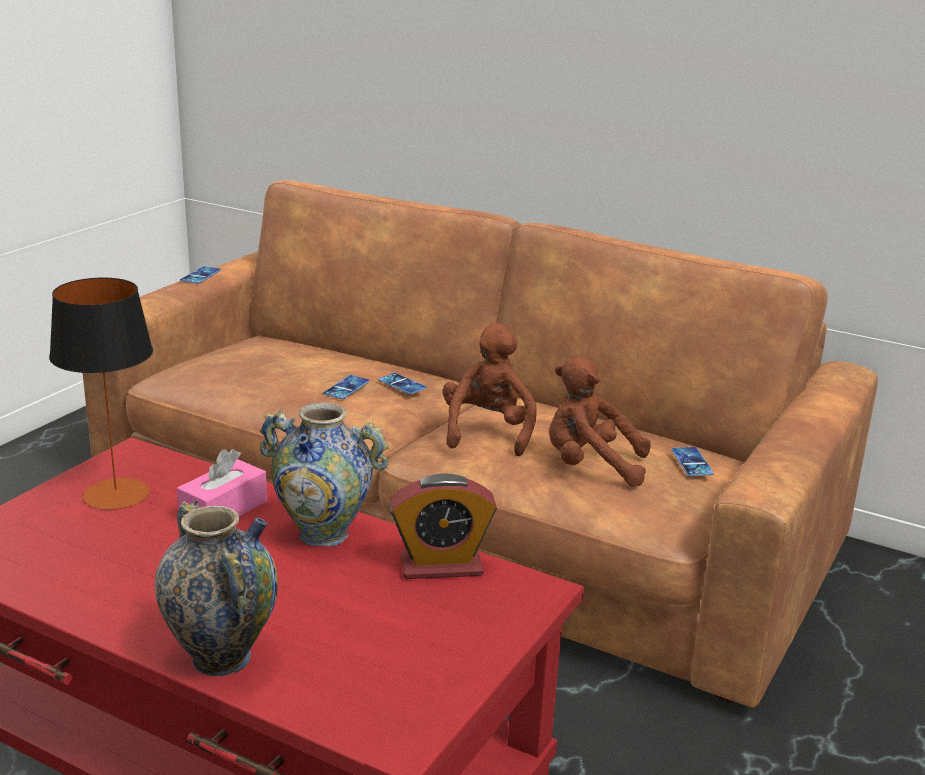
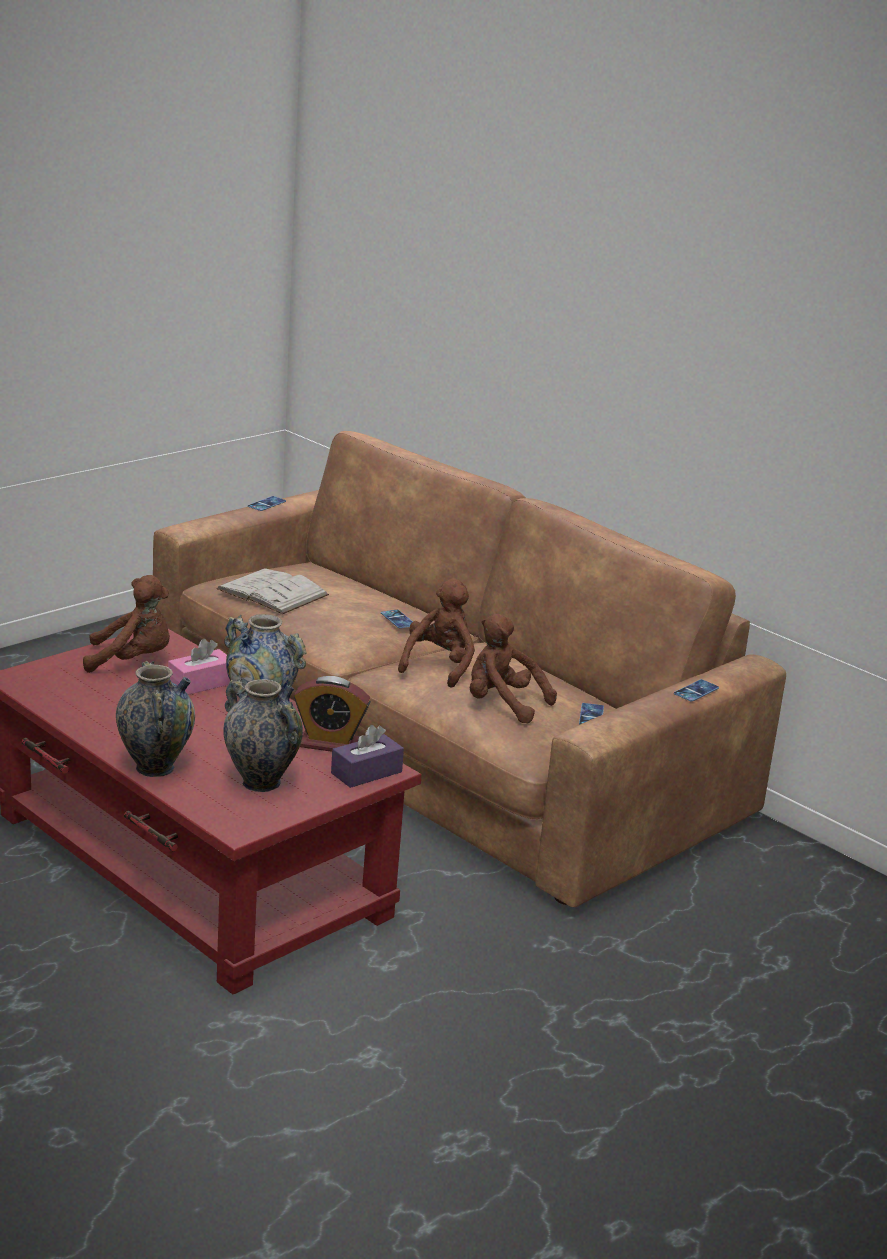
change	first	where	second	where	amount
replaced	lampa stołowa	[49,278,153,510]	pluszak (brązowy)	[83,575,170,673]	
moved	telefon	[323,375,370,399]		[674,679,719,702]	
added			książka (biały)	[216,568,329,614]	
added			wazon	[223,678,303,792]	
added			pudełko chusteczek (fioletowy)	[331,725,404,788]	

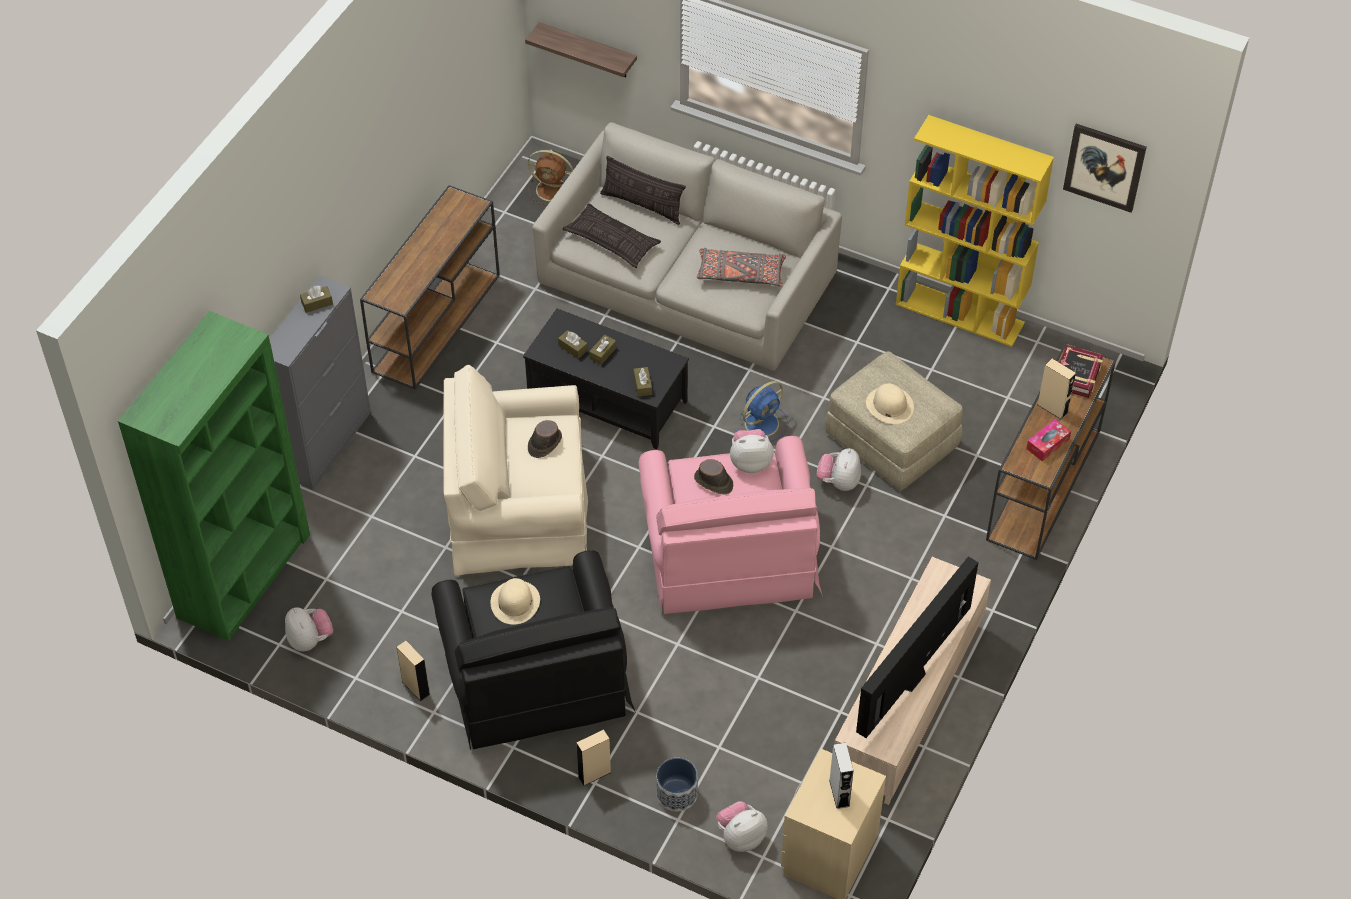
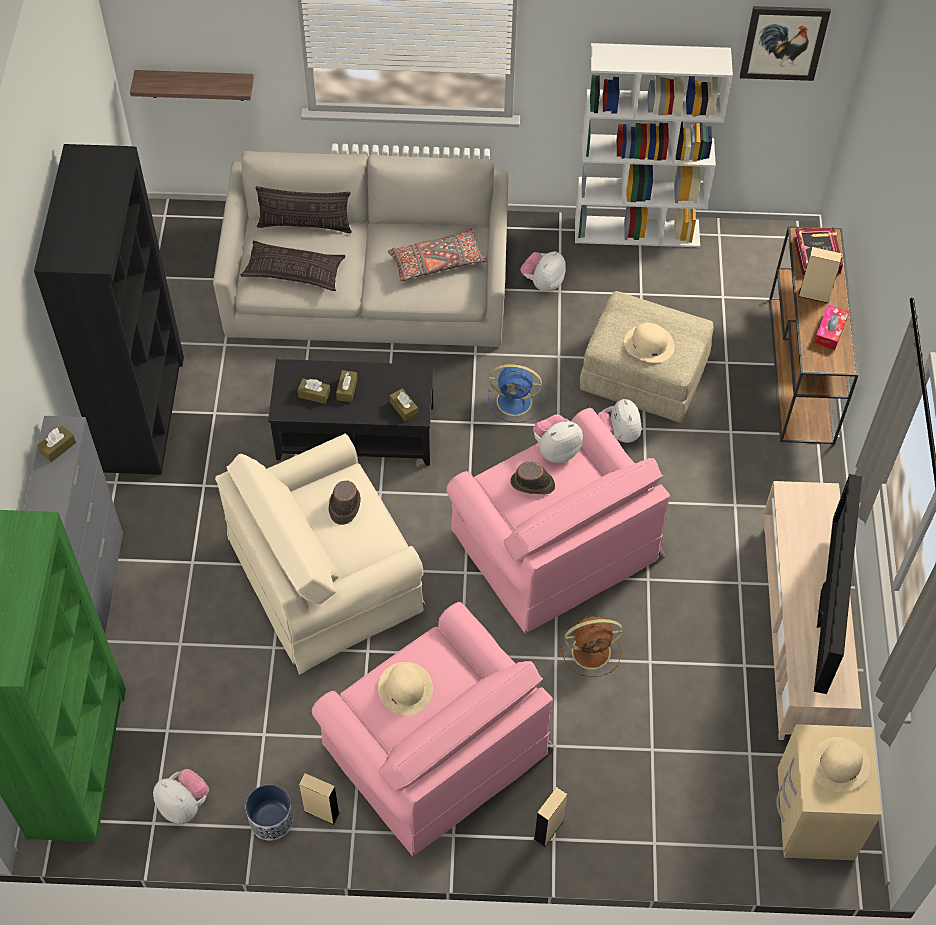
change	first	where	second	where	amount
replaced	stolik konsolowy (brązowy)	[360,185,500,390]	regał (czarny)	[34,144,184,475]	
recoloured	fotel (czarny)	[431,550,636,750]	fotel (różowy)	[312,602,555,856]	
moved	wentylator (brązowy)	[528,150,573,206]		[560,615,623,677]	
moved	donica	[656,758,698,811]		[246,784,293,841]	
moved	pluszak	[716,801,767,852]		[521,251,566,292]	
turned	wentylator (niebieski)	[736,381,788,442]		[488,364,542,423]	75 degrees clockwise
replaced	głośnik (szary)	[829,743,854,809]	kapelusz (beżowy)	[810,737,870,792]	
recoloured	regał (żółty)	[896,115,1054,347]	regał (biały)	[575,43,733,247]	

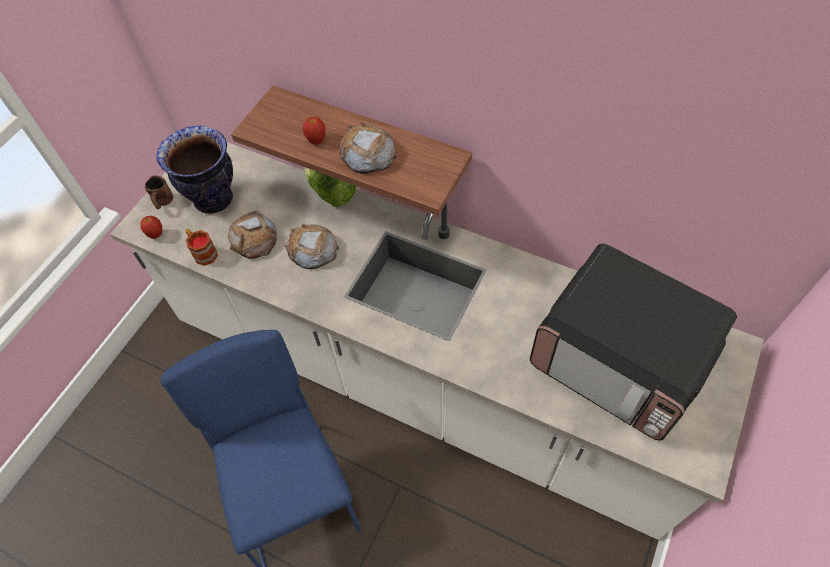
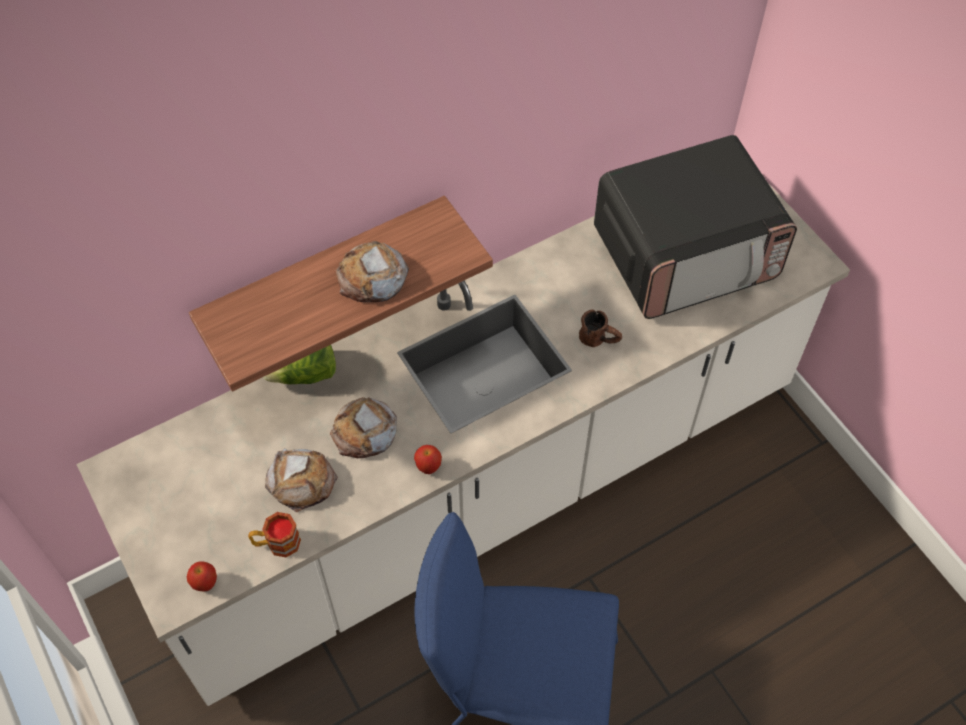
change	first	where	second	where	amount
moved	kubek (brązowy)	[145,175,173,210]		[579,310,622,347]	
removed	wazon	[157,126,233,214]			
moved	jabłko	[303,117,326,144]		[414,445,442,474]	

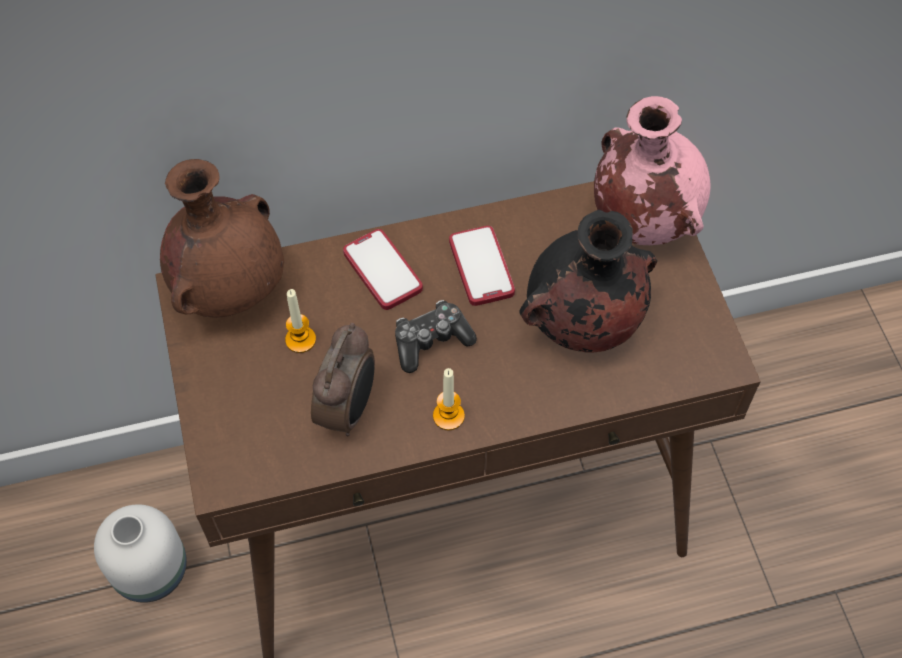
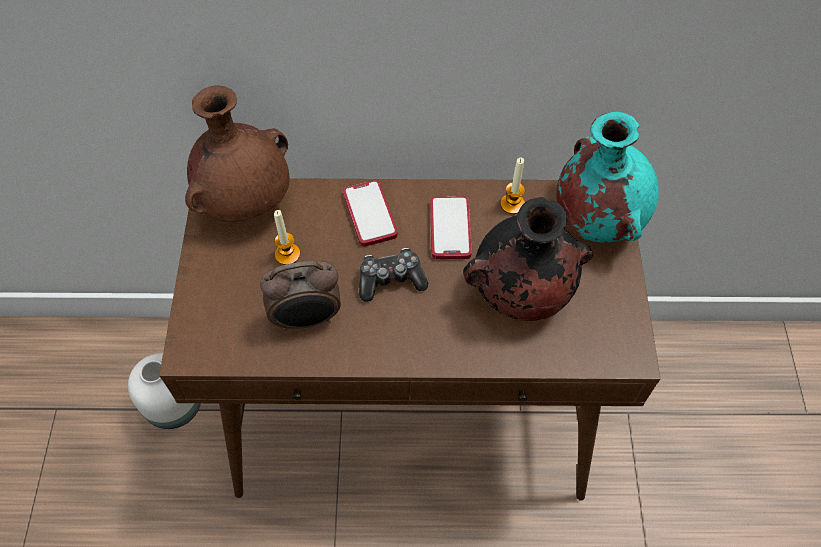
change	first	where	second	where	amount
turned	budzik	[311,323,375,436]		[260,261,341,331]	45 degrees clockwise
moved	świeca	[433,368,465,430]		[500,157,525,214]	
recoloured	wazon (różowy)	[594,96,710,245]	wazon (turkusowy)	[556,112,659,243]	

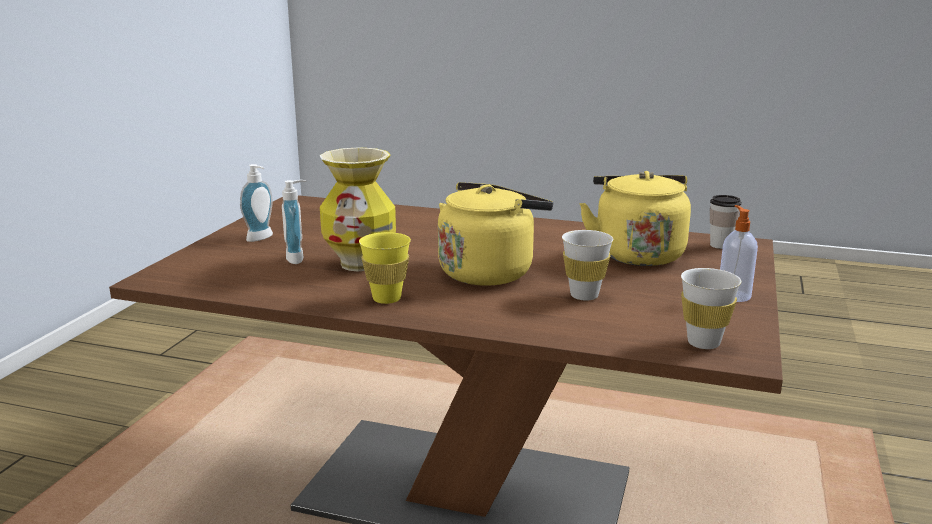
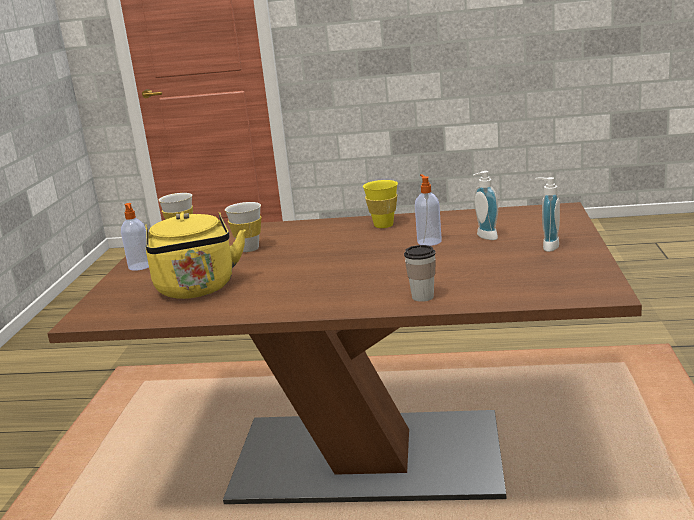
change	first	where	second	where	amount
replaced	wazon	[319,147,396,271]	dozownik mydła	[415,174,442,246]	
removed	czajnik (żółty)	[438,182,553,286]			
moved	filiżanka	[710,195,742,249]		[404,245,436,302]	

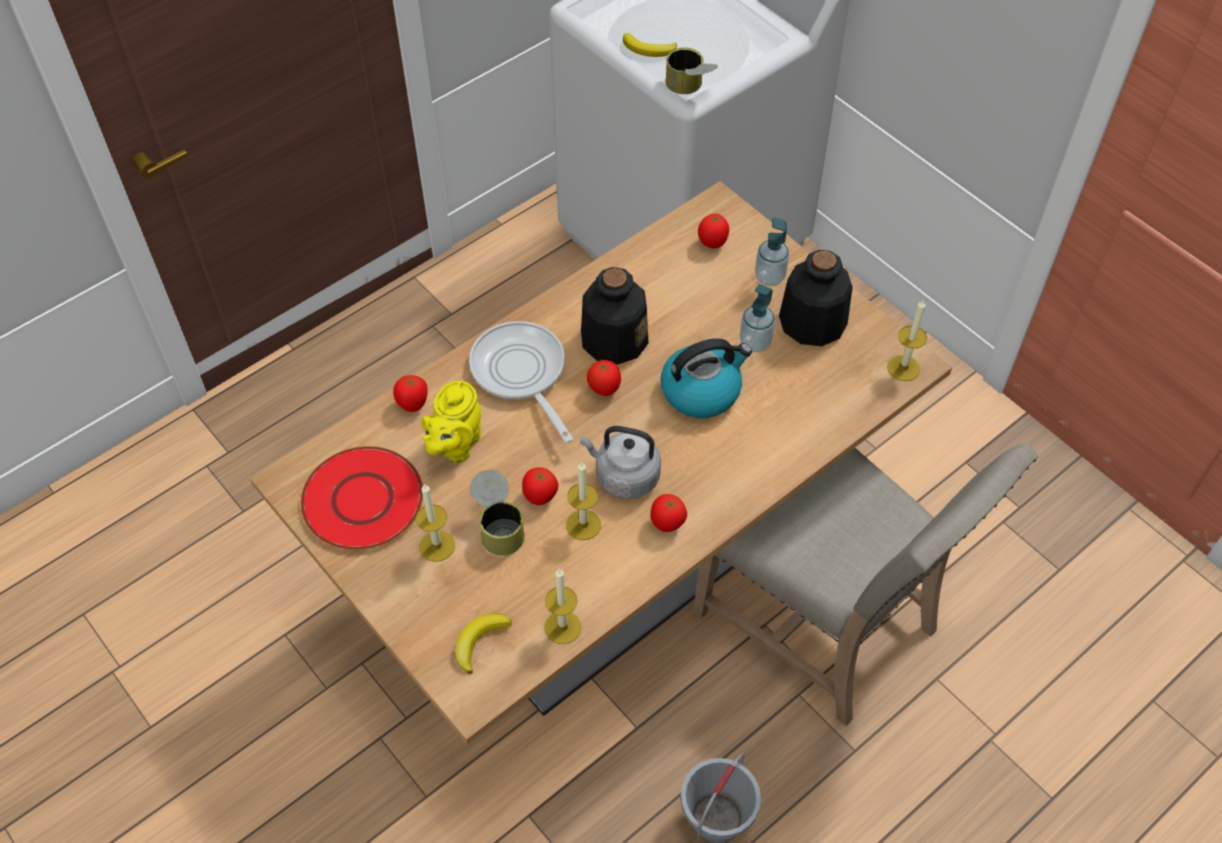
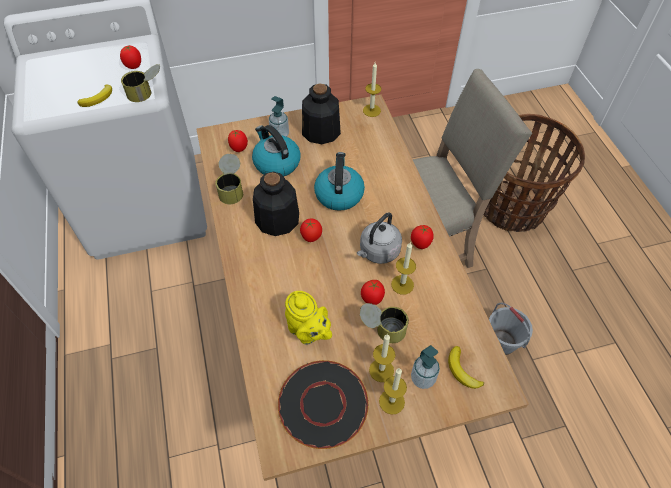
change	first	where	second	where	amount
recoloured	talerz (czerwony)	[301,446,423,550]	talerz (czarny)	[278,360,369,449]	
moved	pomidor	[393,375,428,412]		[120,46,141,69]	
removed	patelnia	[469,321,573,443]			
moved	świeca	[544,568,581,644]		[379,368,407,415]	
moved	dozownik mydła	[740,284,775,352]		[411,345,440,389]	
added			puszka	[215,154,243,204]	
added			czajnik	[252,125,301,177]	
added			koszyk	[484,114,585,232]	

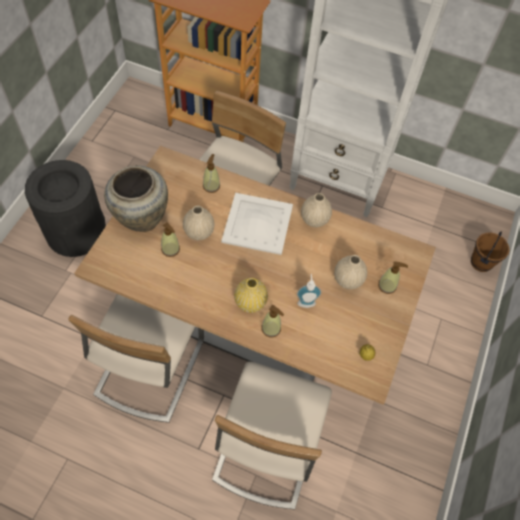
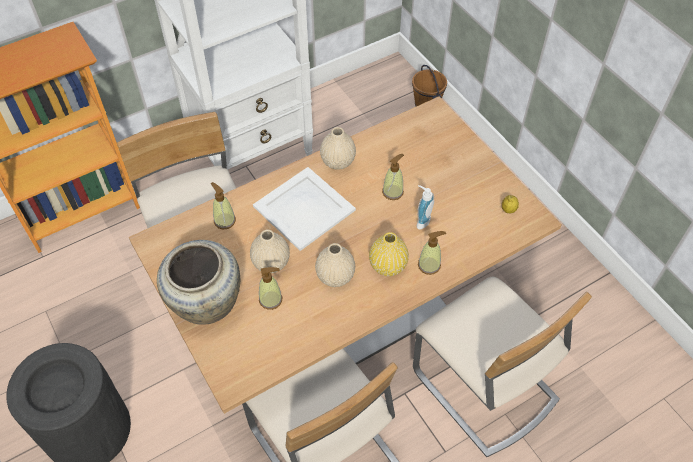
change	first	where	second	where	amount
moved	wazon (beżowy)	[334,255,367,289]		[315,243,355,287]	
moved	dozownik mydła	[378,261,408,294]		[382,154,404,200]	

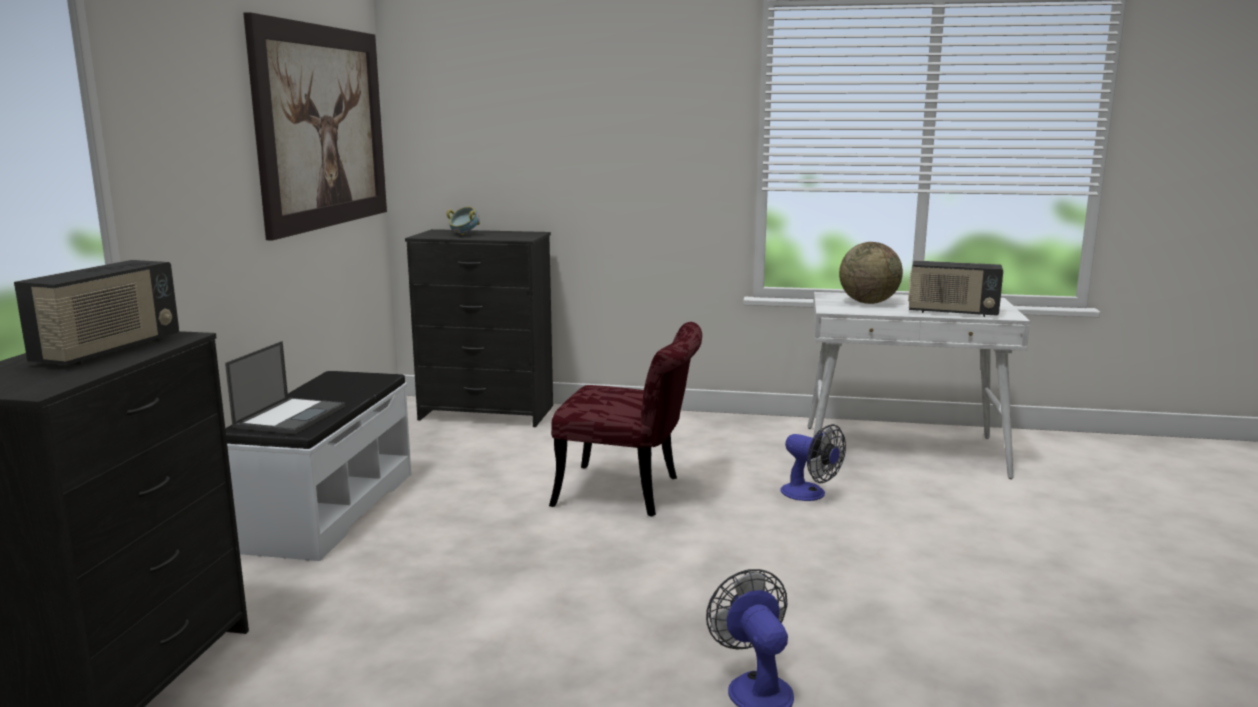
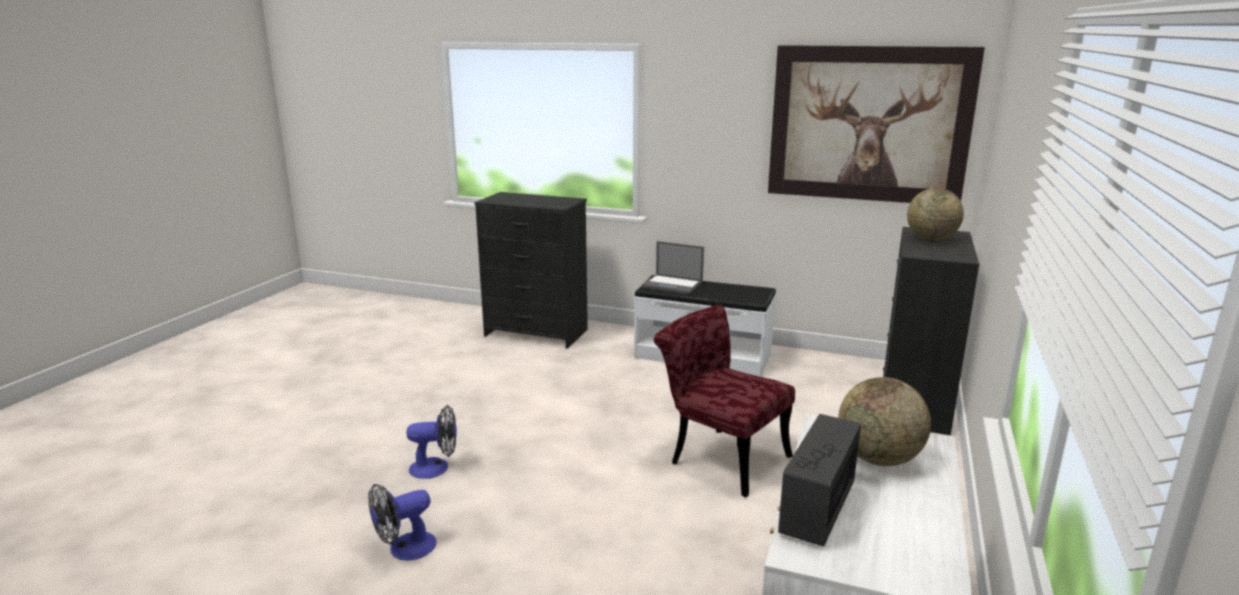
change	first	where	second	where	amount
removed	radio	[14,260,179,365]			
replaced	miska	[446,207,480,236]	globus	[907,188,964,241]	
turned	krzesło (czerwony)	[549,322,702,516]		[654,305,795,498]	105 degrees clockwise
moved	wentylator	[780,424,846,501]		[368,484,437,560]	

